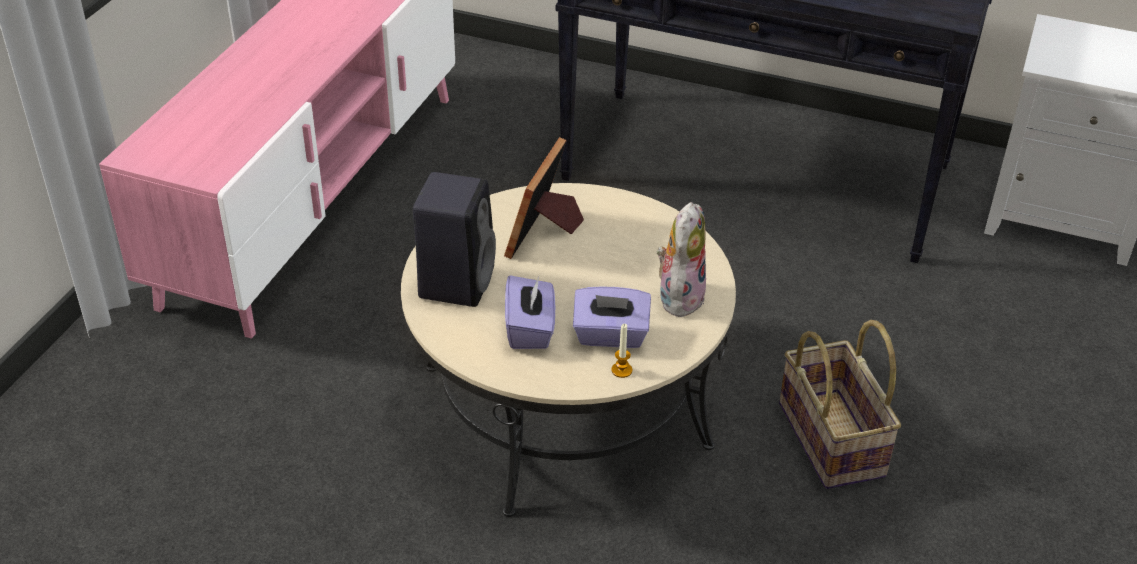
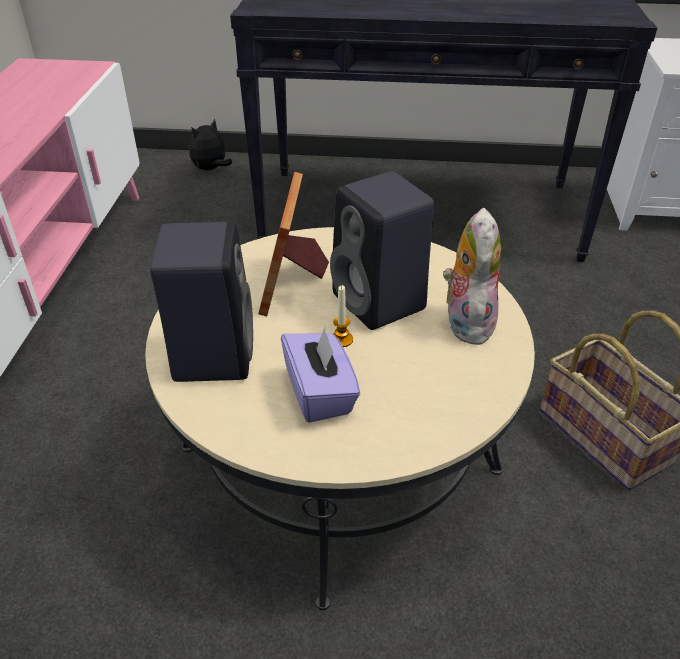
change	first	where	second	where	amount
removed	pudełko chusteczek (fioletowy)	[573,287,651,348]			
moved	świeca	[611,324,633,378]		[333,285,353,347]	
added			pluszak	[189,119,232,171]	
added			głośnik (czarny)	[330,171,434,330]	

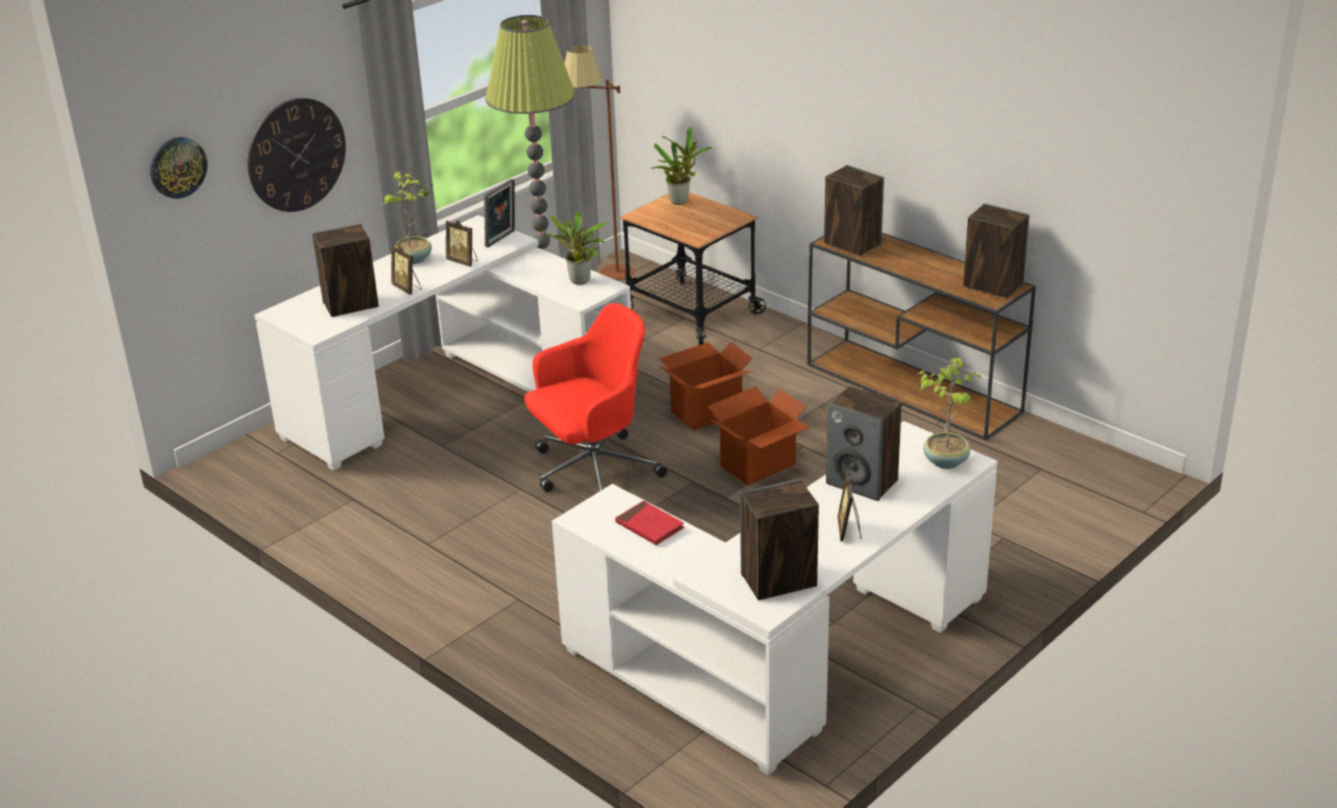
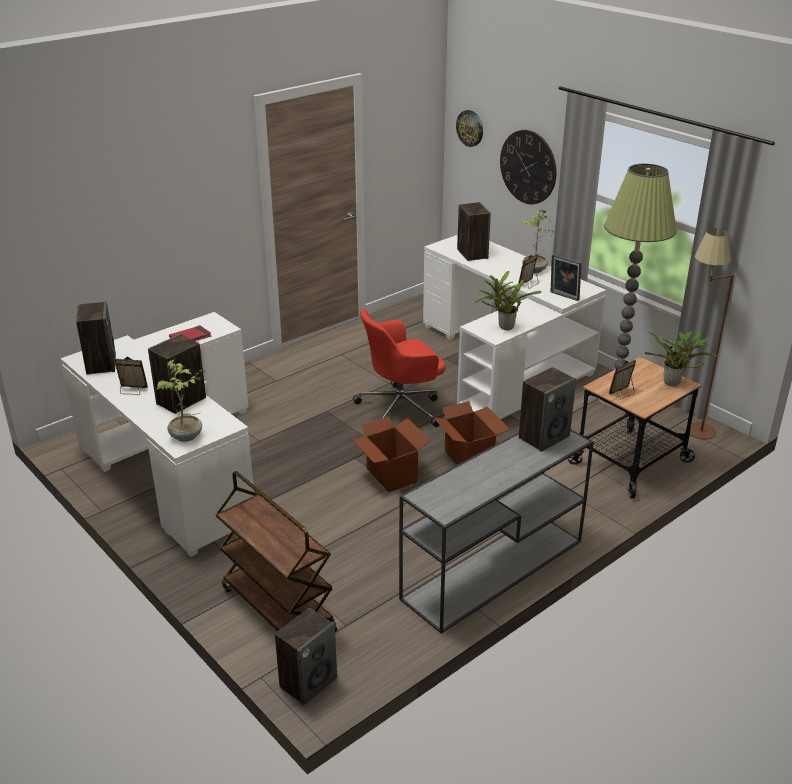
change	first	where	second	where	amount
moved	ramka na zdjęcie	[391,245,422,295]		[609,360,636,399]	
turned	krzesło biurowe (czerwony)	[524,303,667,492]		[353,309,445,427]	90 degrees clockwise
recoloured	stolik konsolowy (brązowy)	[807,233,1036,441]	stolik konsolowy (szary)	[399,430,593,634]	
moved	głośnik	[963,203,1030,298]		[275,608,337,705]	
added			wózek (brązowy)	[215,471,337,632]	

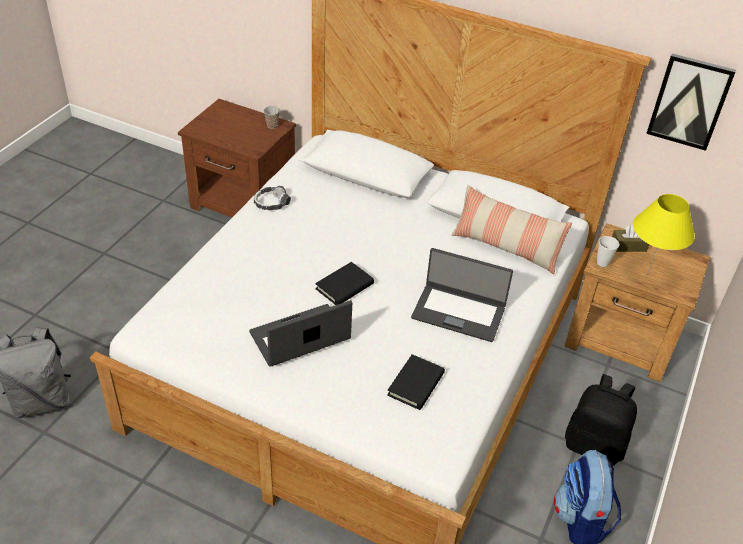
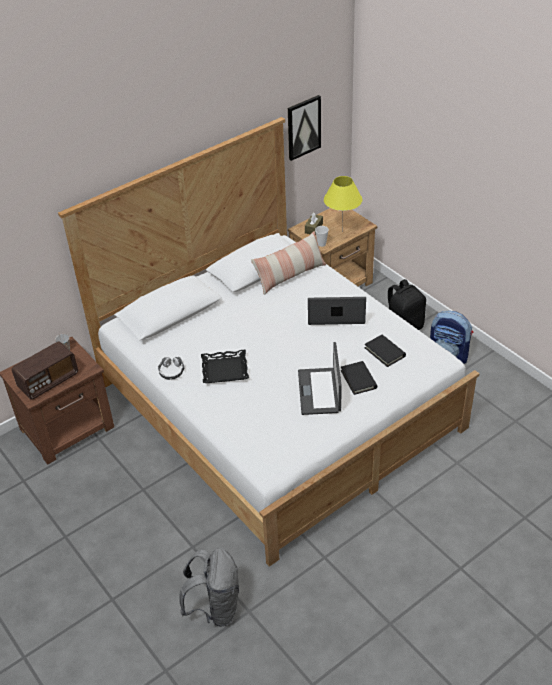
change	first	where	second	where	amount
moved	książka (czarny)	[315,262,374,305]		[341,361,377,395]	
turned	laptop	[411,248,513,342]		[308,297,366,325]	135 degrees counterclockwise
added			radio	[12,341,78,400]	
added			taca (czarny)	[201,350,249,383]	

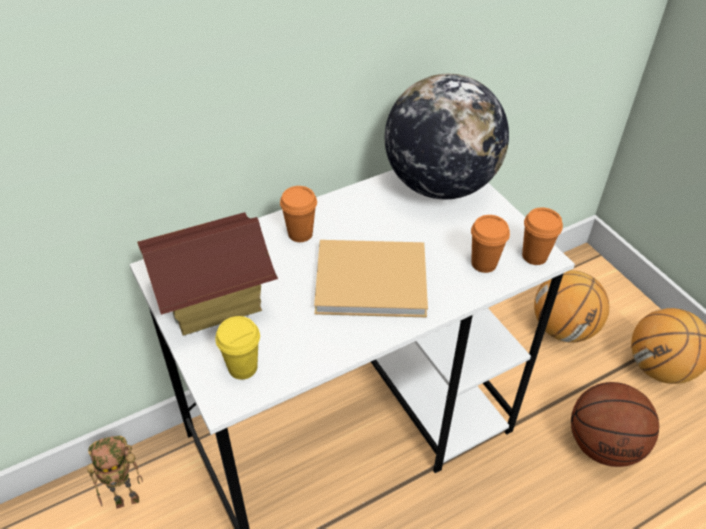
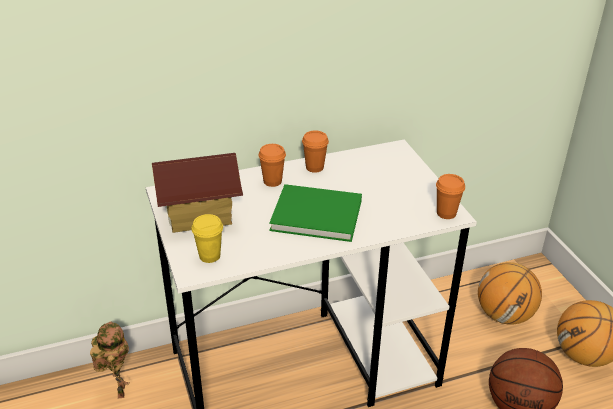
change	first	where	second	where	amount
turned	robot zabawkowy	[87,436,143,509]		[90,321,129,398]	90 degrees counterclockwise
recoloured	książka (beżowy)	[314,240,428,317]	książka (zielony)	[269,184,362,242]	
removed	globus	[385,74,509,199]			
moved	filiżanka (pomarańczowy)	[471,215,510,273]		[302,130,329,173]	

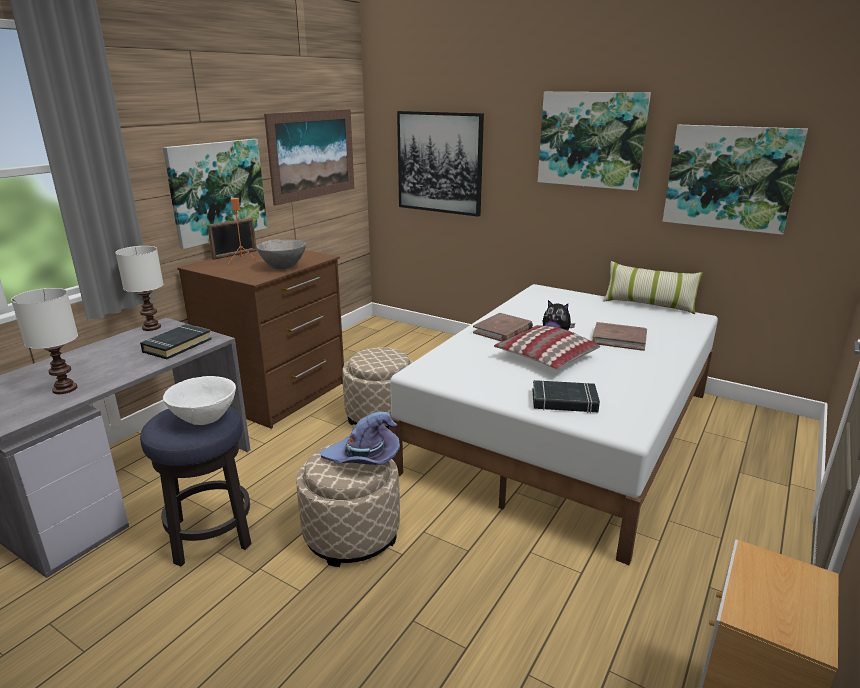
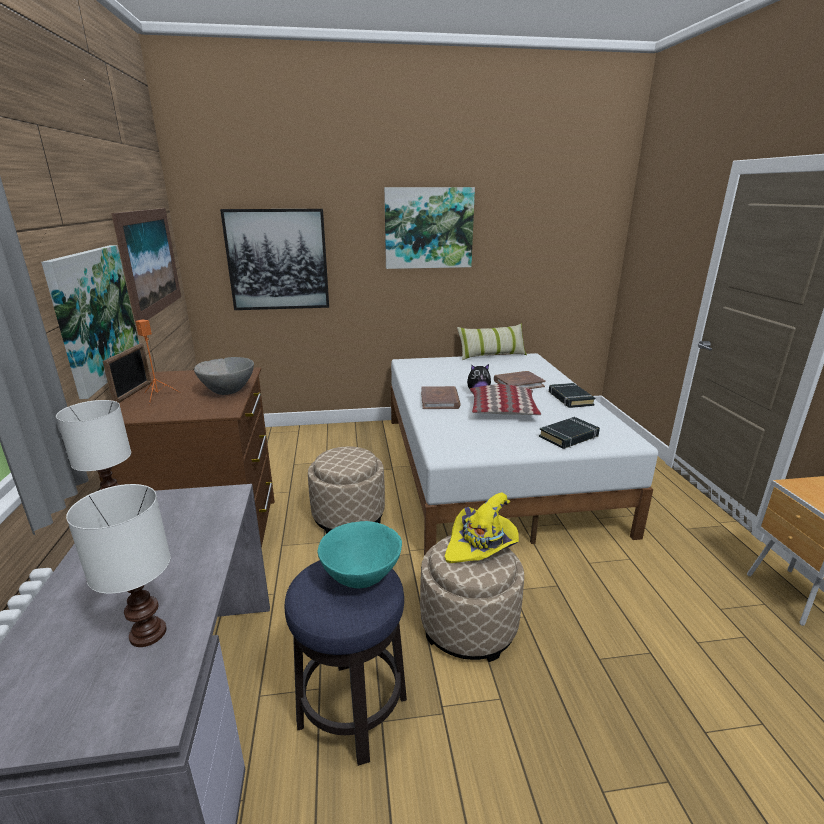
change	first	where	second	where	amount
moved	książka (czarny)	[140,324,212,359]		[549,383,595,408]	
recoloured	miska (biały)	[163,376,236,425]	miska (turkusowy)	[317,521,402,588]	
recoloured	kapelusz (fioletowy)	[320,412,400,465]	kapelusz (żółty)	[445,492,519,563]	
removed	obraz	[662,125,808,235]			

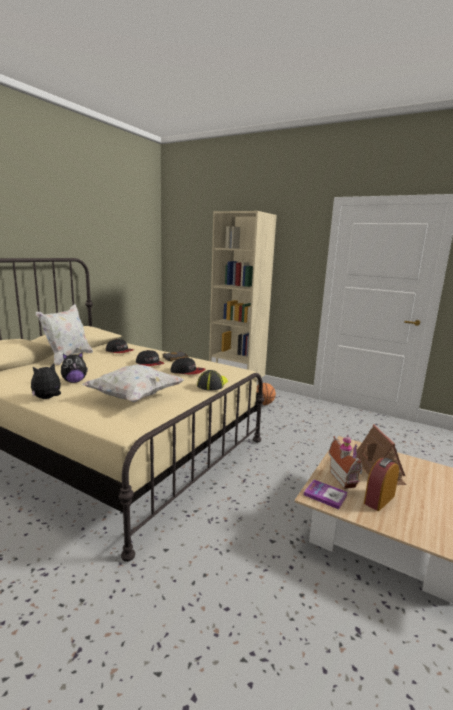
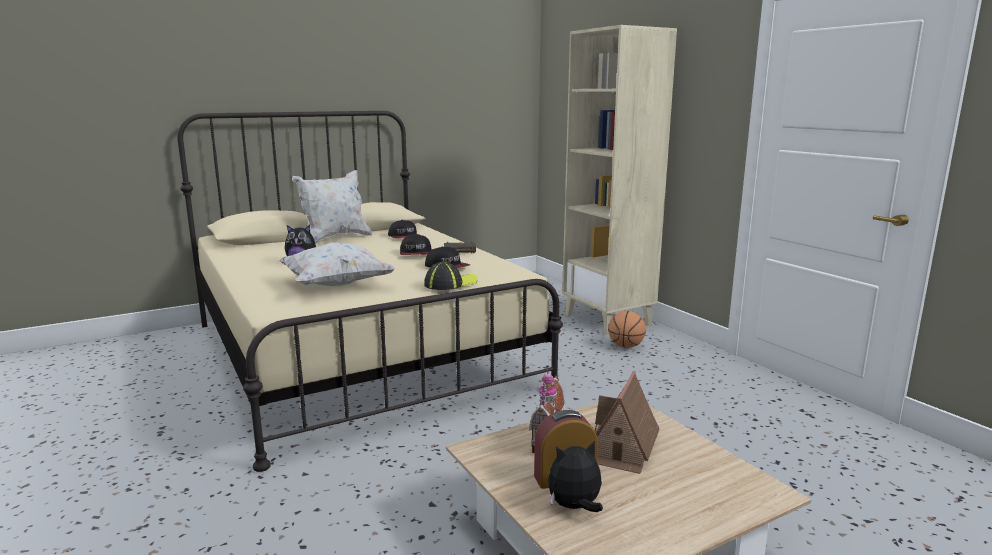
change	first	where	second	where	amount
moved	pluszak	[31,364,61,399]		[548,441,603,512]	
removed	książka	[304,480,348,509]			

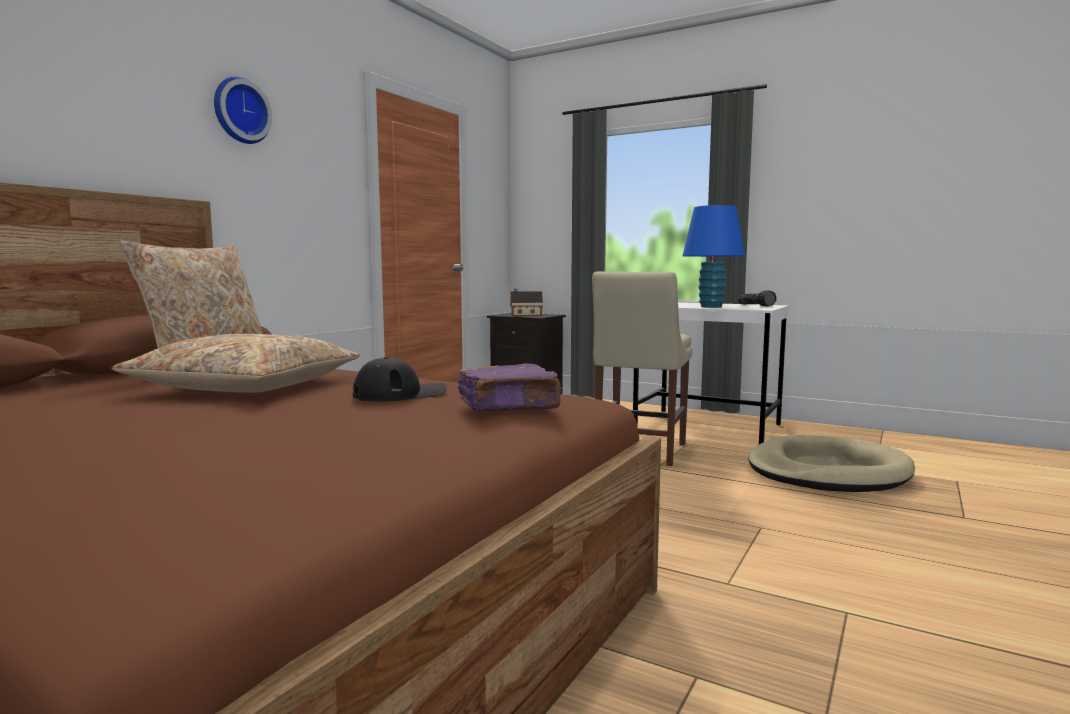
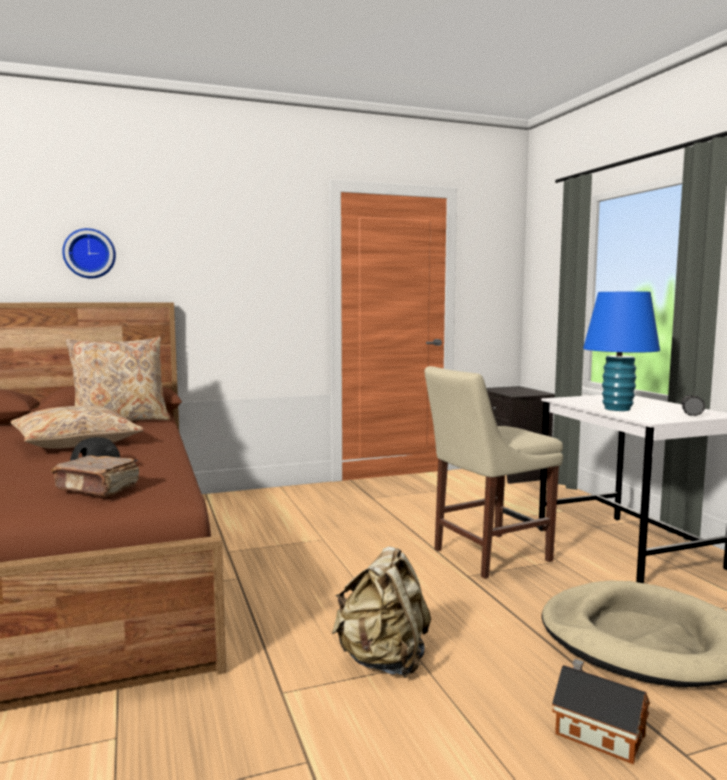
change	first	where	second	where	amount
moved	zegar ścienny	[214,76,272,144]		[62,228,116,278]	
recoloured	książka (fioletowy)	[458,363,562,411]	książka (brązowy)	[51,455,139,497]	
moved	domek	[510,289,543,316]		[552,659,650,765]	
added			plecak (beżowy)	[332,546,431,678]	

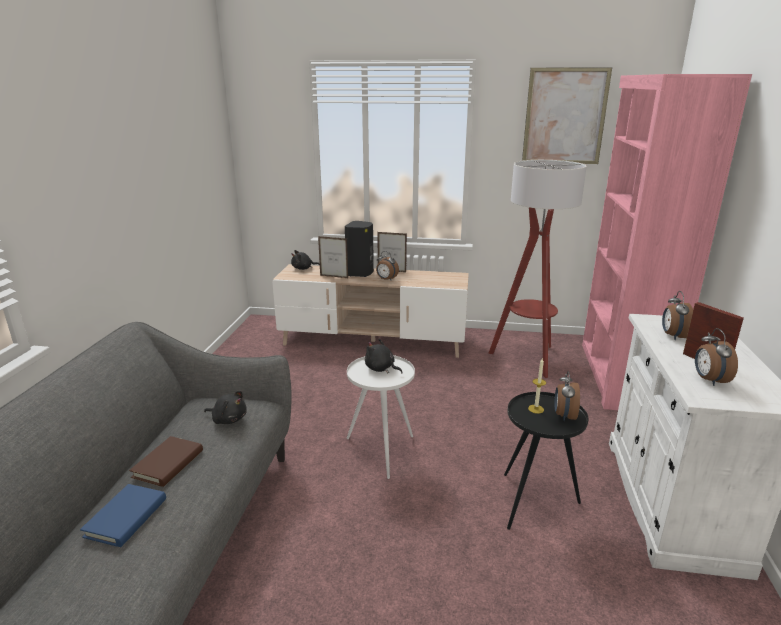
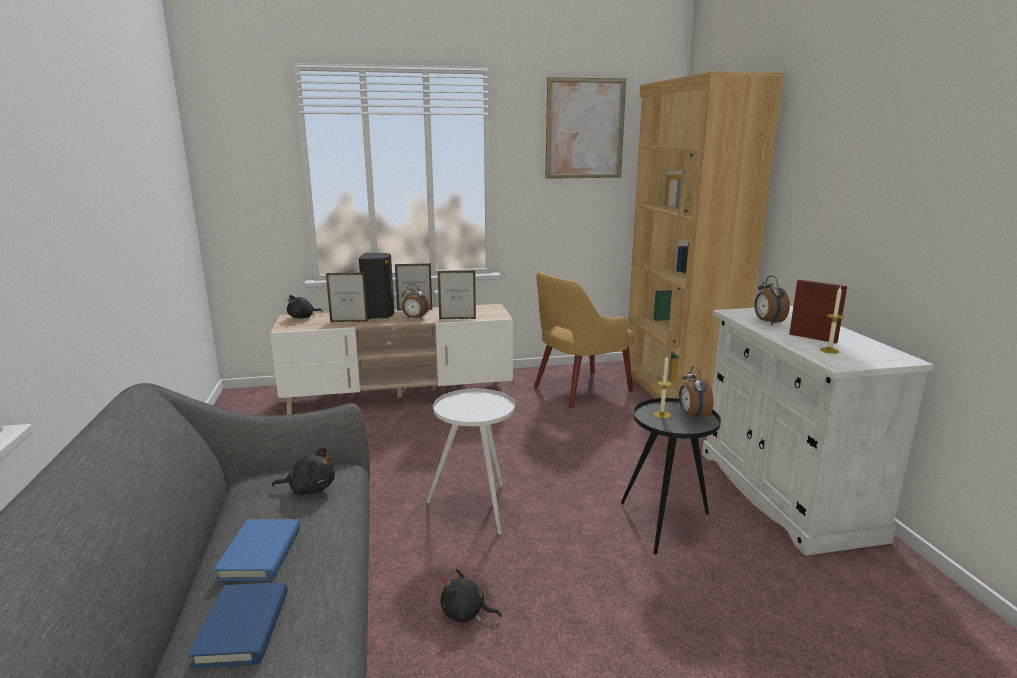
change	first	where	second	where	amount
recoloured	książka (brązowy)	[129,436,203,487]	książka (niebieski)	[214,519,300,581]	
moved	pluszak (czarny)	[365,339,403,373]		[440,569,501,623]	
replaced	lampa stojąca	[488,160,587,378]	fotel (żółty)	[534,272,634,408]	
recoloured	regał (różowy)	[582,74,752,410]	regał (brązowy)	[628,71,784,399]	
replaced	budzik	[695,328,738,386]	świeca	[820,287,844,354]	
added			ramka na zdjęcie	[438,270,476,320]	

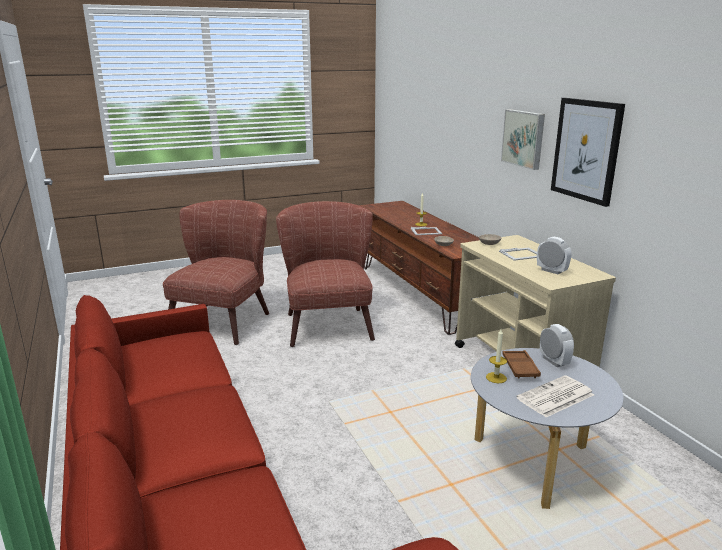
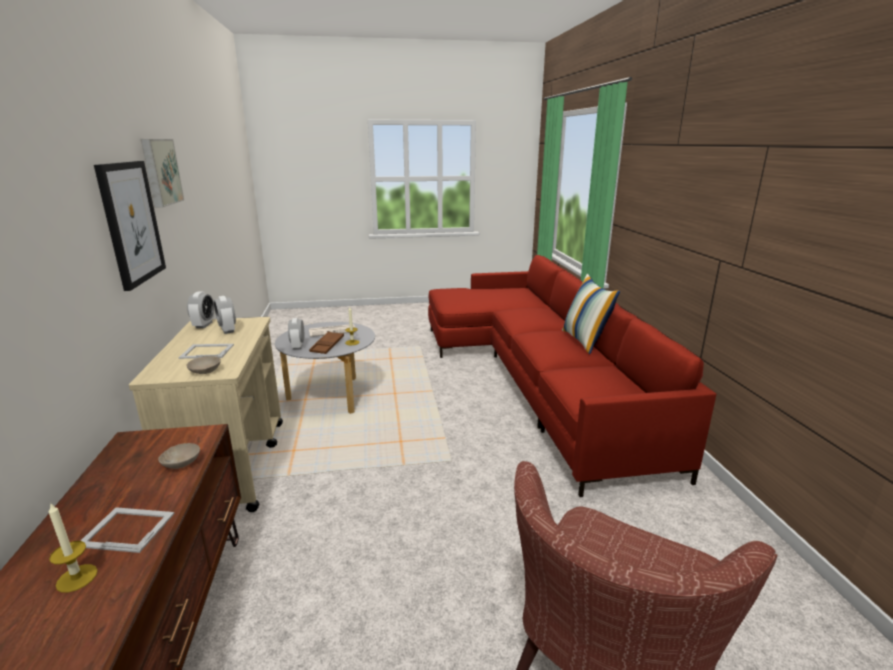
change	first	where	second	where	amount
removed	fotel (brązowy)	[276,201,375,347]			
moved	obraz	[501,109,545,170]		[141,139,184,208]	
added			budzik	[187,292,214,328]	
added			poduszka	[562,274,620,354]	

